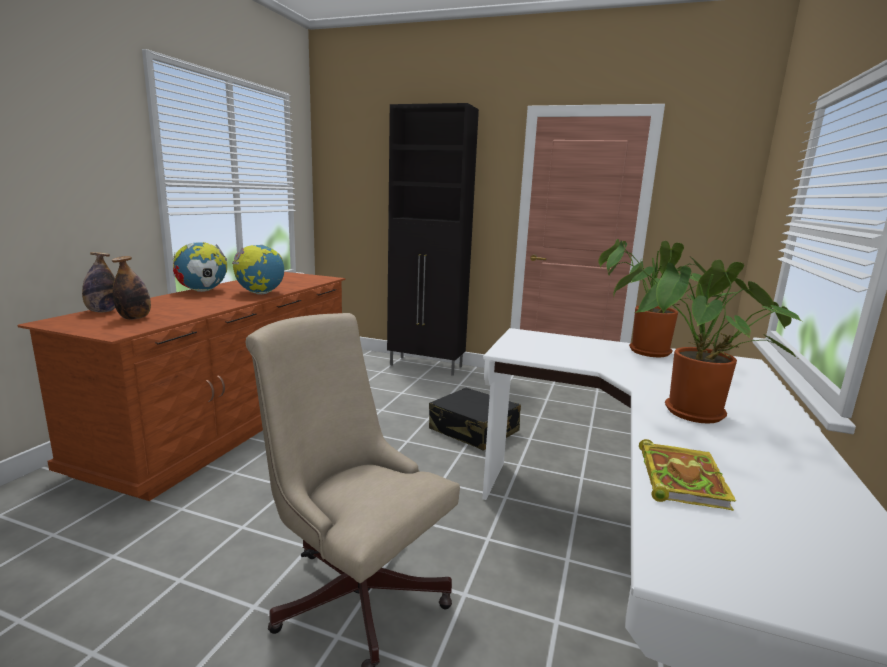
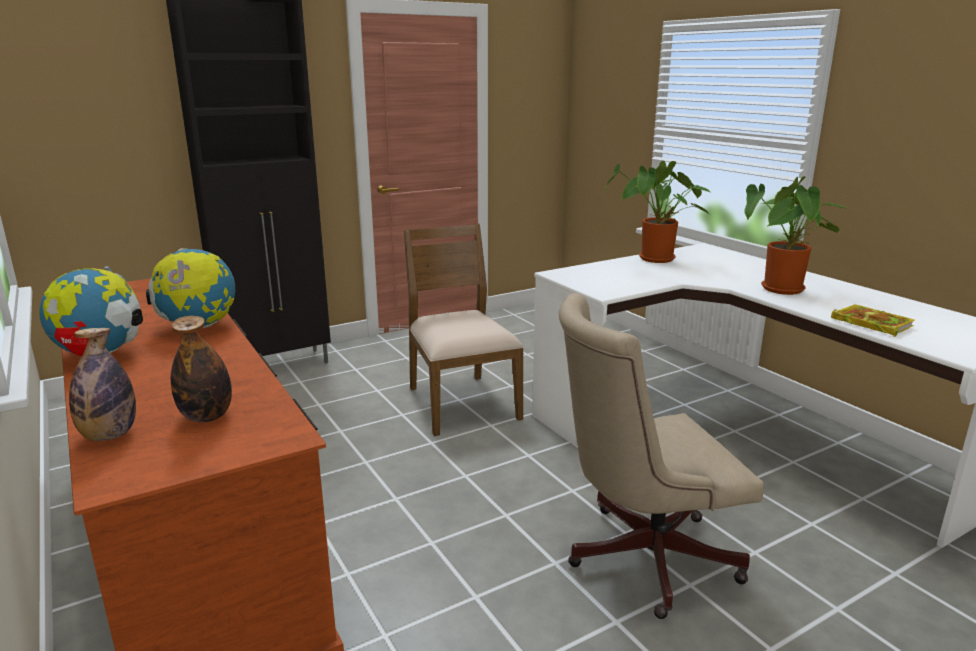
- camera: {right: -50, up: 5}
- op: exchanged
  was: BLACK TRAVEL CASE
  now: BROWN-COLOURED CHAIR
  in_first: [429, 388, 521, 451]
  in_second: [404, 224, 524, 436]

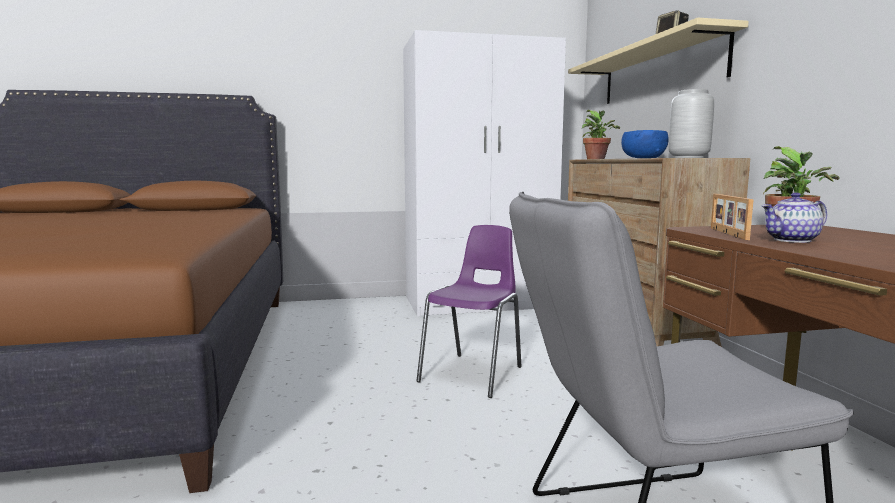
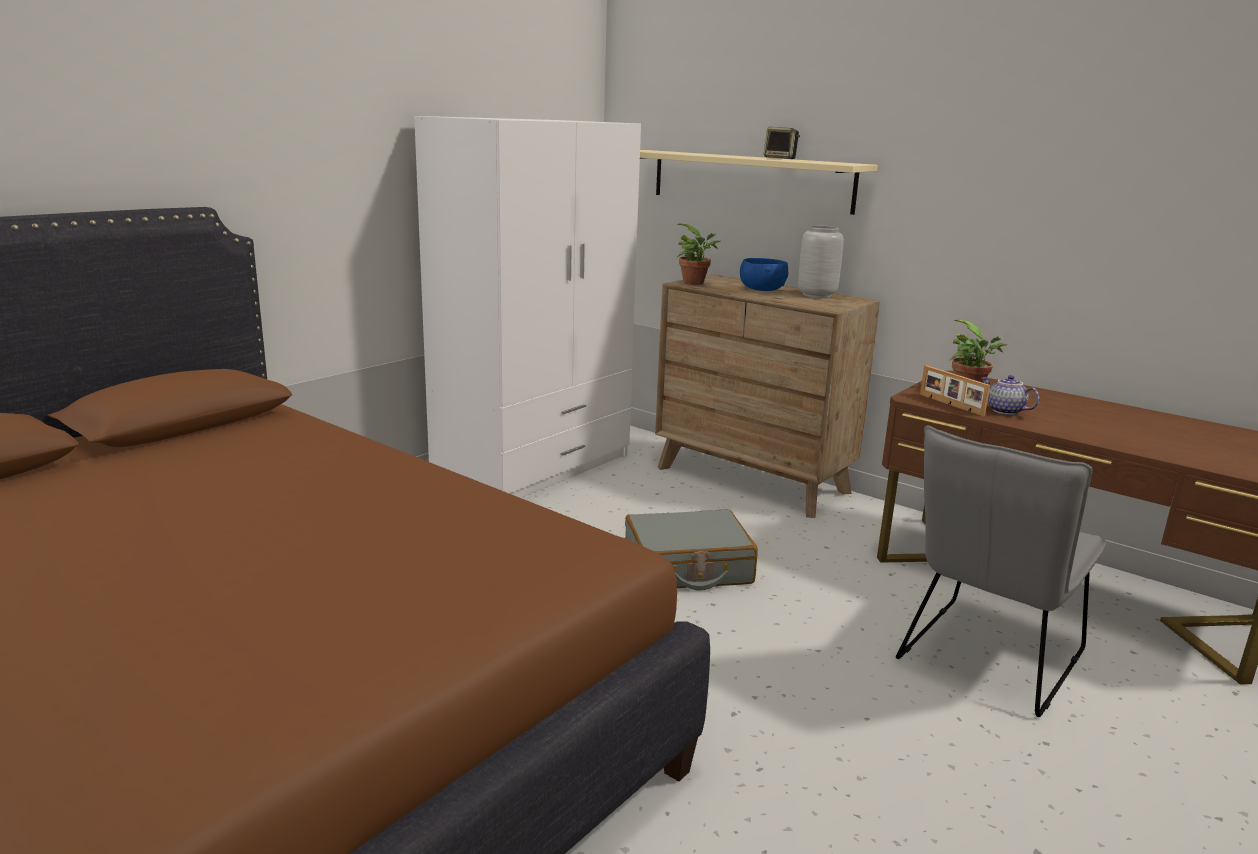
- camera: {right: -40, up: 10}
- op: exchanged
  was: PURPLISH CHAIR
  now: GREYISH TRAVEL CASE
  in_first: [416, 225, 522, 398]
  in_second: [625, 509, 758, 591]
- op: spun
  was: POT FOR TEA
  in_first: [762, 193, 827, 243]
  in_second: [981, 375, 1039, 415]
  clockwise: 105

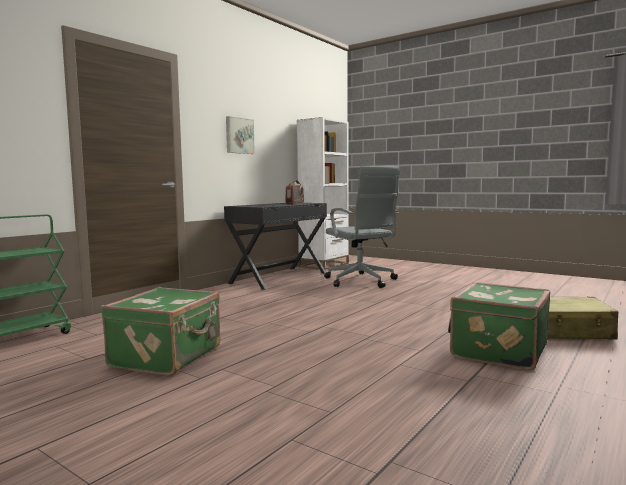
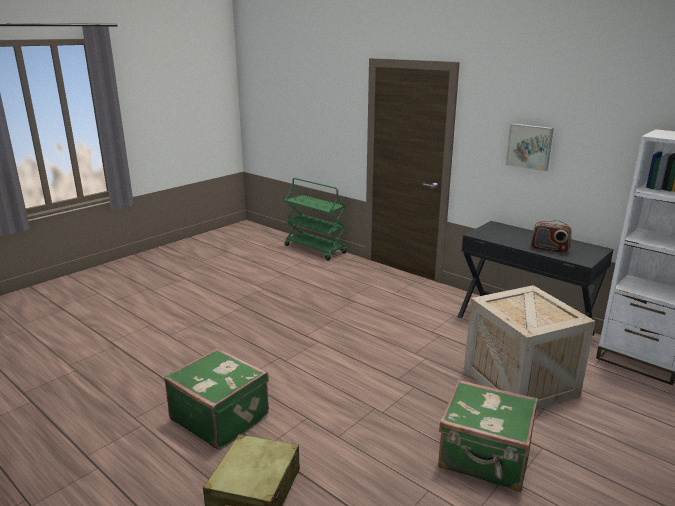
- camera: {right: 95, up: 15}
- op: relocated
  was: GREEN-COLOURED TRAVEL CASE
  in_first: [101, 287, 220, 376]
  in_second: [438, 380, 538, 492]
- op: exchanged
  was: GREYISH OFFICE CHAIR
  now: SHIPPING CRATE
  in_first: [324, 166, 400, 288]
  in_second: [464, 285, 595, 409]

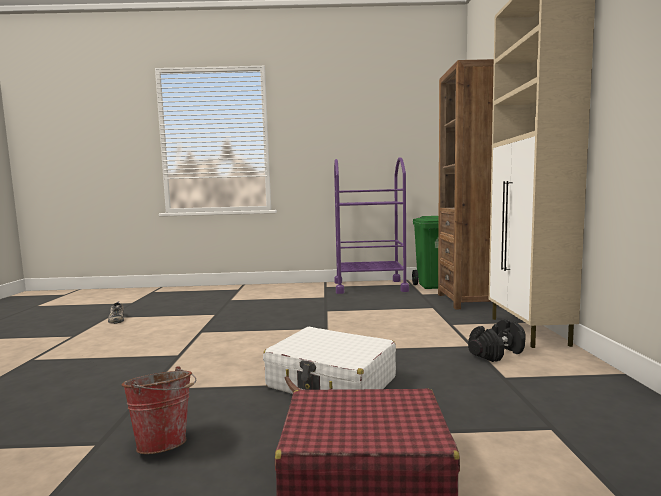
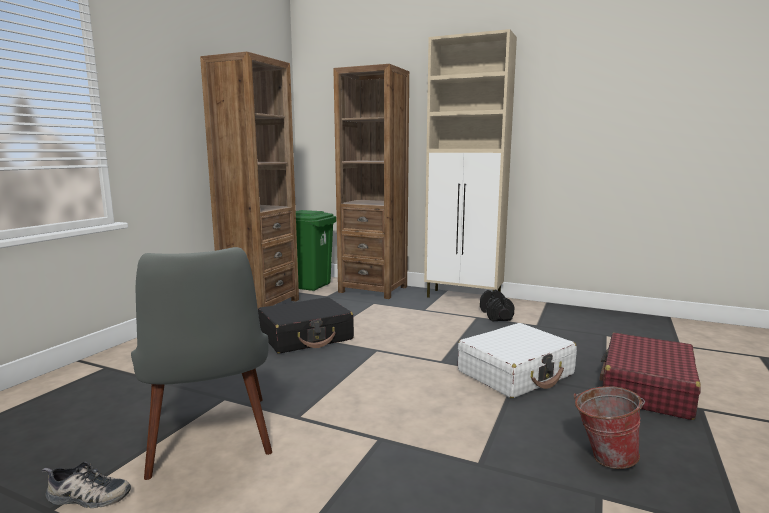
- camera: {right: -65, up: 5}
- op: exchanged
  was: PURPLISH TROLLEY
  now: BROWN-COLOURED BOOKSHELF
  in_first: [334, 157, 409, 294]
  in_second: [200, 52, 299, 308]
- op: appeared
  now: GREYISH CHAIR
  in_second: [131, 247, 272, 480]
- op: appeared
  now: BLACK TRAVEL CASE
  in_second: [258, 297, 354, 354]

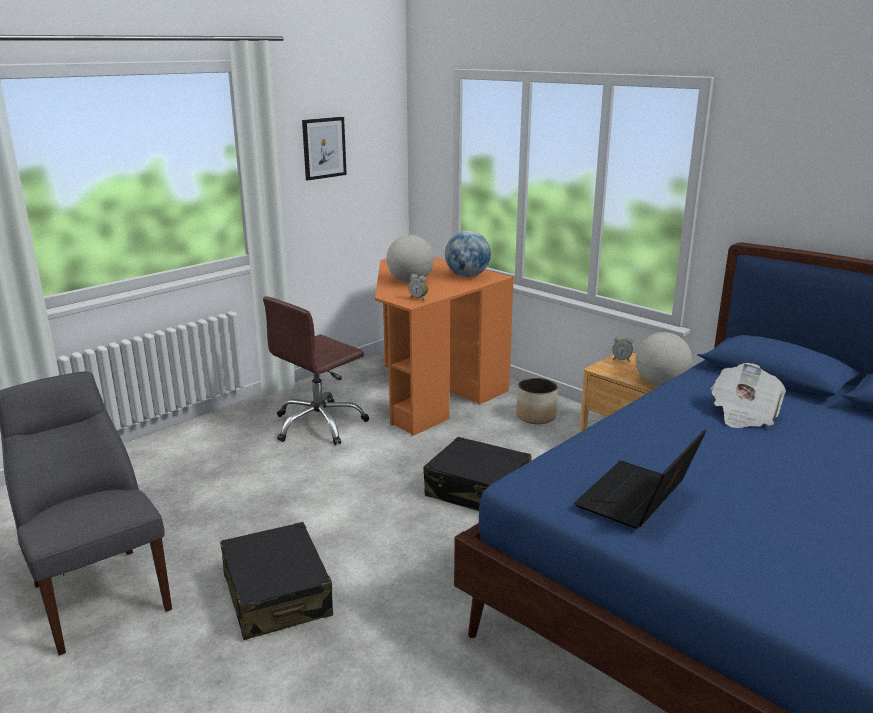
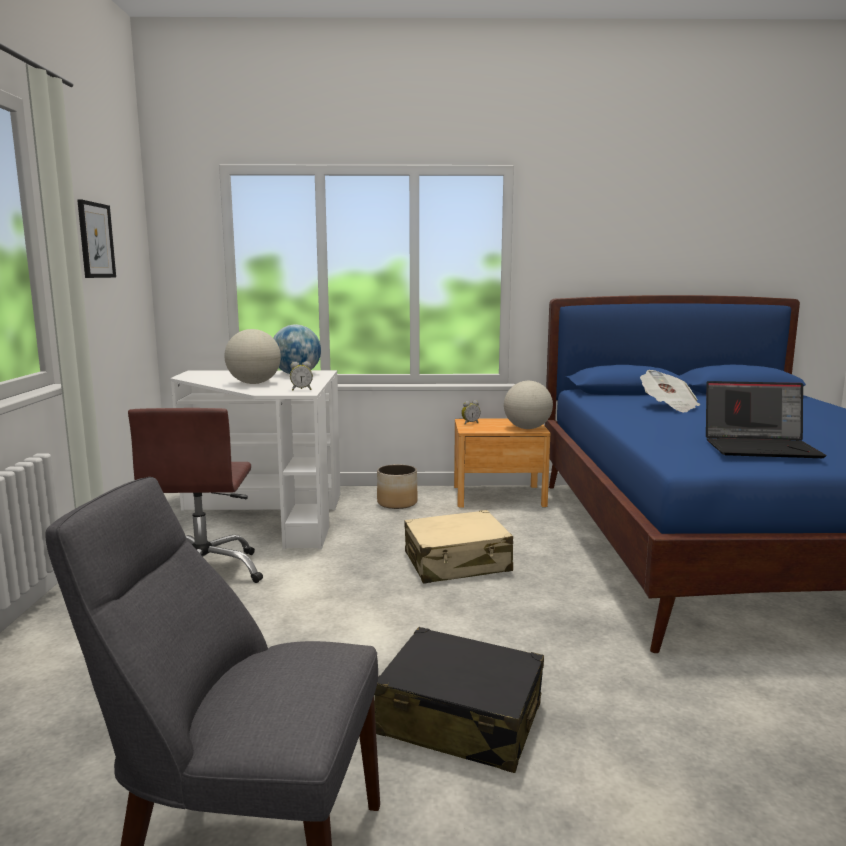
- camera: {right: -45, up: -10}
- op: colour
  was: ORANGEY DESK TABLE
  now: WHITE-COLOURED DESK TABLE
  in_first: [375, 257, 514, 436]
  in_second: [170, 370, 340, 549]
- op: colour
  was: BLACK TRAVEL CASE
  now: SAND-COLOURED TRAVEL CASE
  in_first: [423, 437, 531, 511]
  in_second: [405, 510, 513, 583]
- op: spun
  was: NOTEBOOK COMPUTER
  in_first: [574, 429, 707, 529]
  in_second: [706, 381, 827, 458]
  clockwise: -75

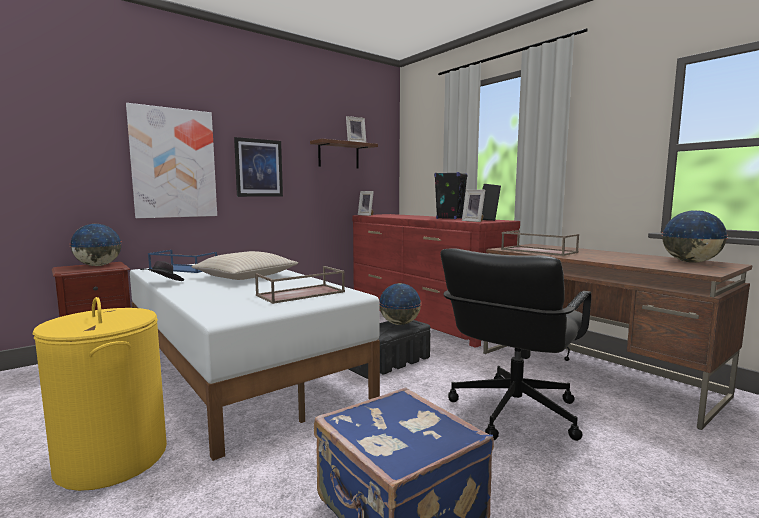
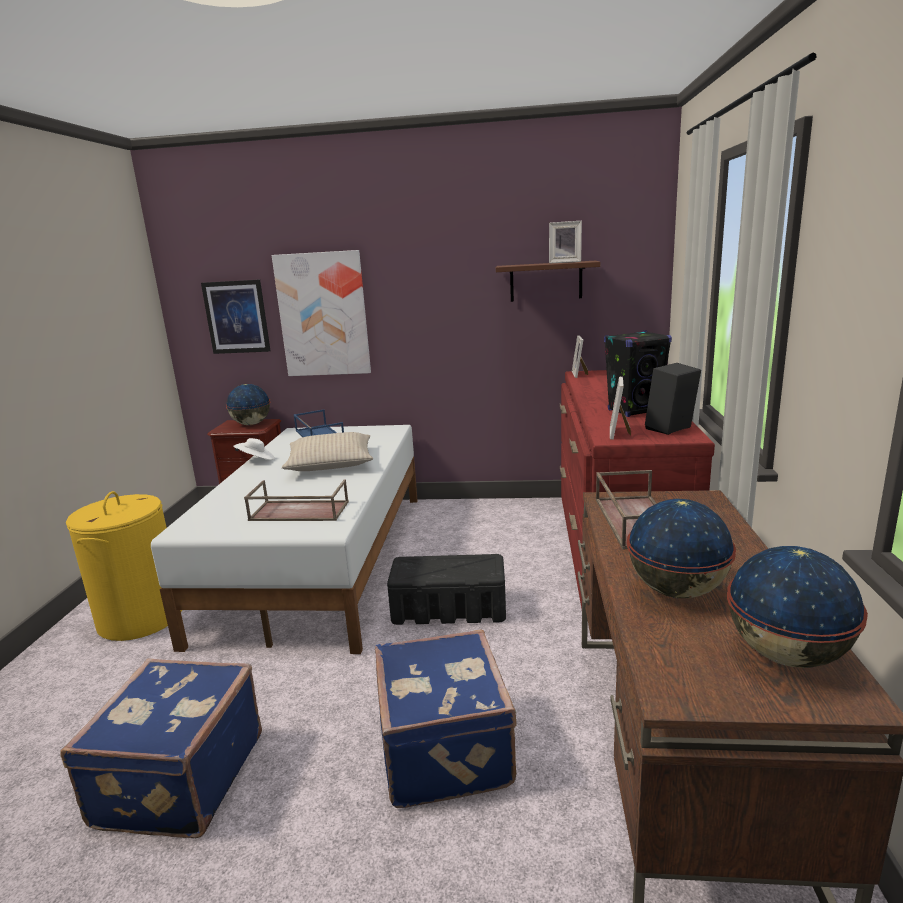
- camera: {right: 45, up: 10}
- op: colour
  was: BLACK CLOTHING HAT
  now: WHITE-COLOURED CLOTHING HAT
  in_first: [140, 261, 184, 281]
  in_second: [233, 438, 275, 460]
- op: relocated
  was: WALL ART
  in_first: [234, 137, 283, 197]
  in_second: [201, 280, 271, 354]
- op: relocated
  was: GLOBE
  in_first: [379, 283, 422, 325]
  in_second: [627, 499, 736, 598]
- op: exchanged
  was: BLACK OFFICE CHAIR
  now: BLUE TRAVEL CASE
  in_first: [441, 248, 591, 441]
  in_second: [375, 630, 517, 808]

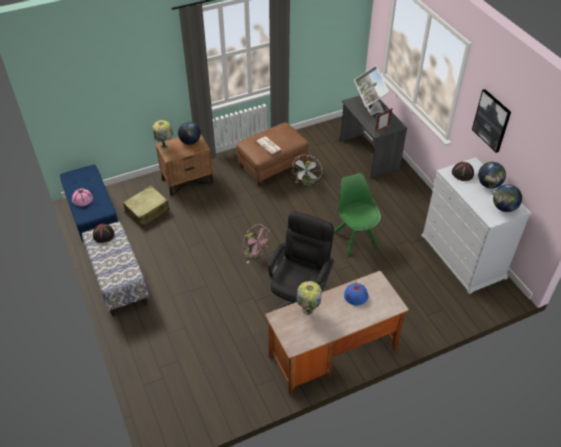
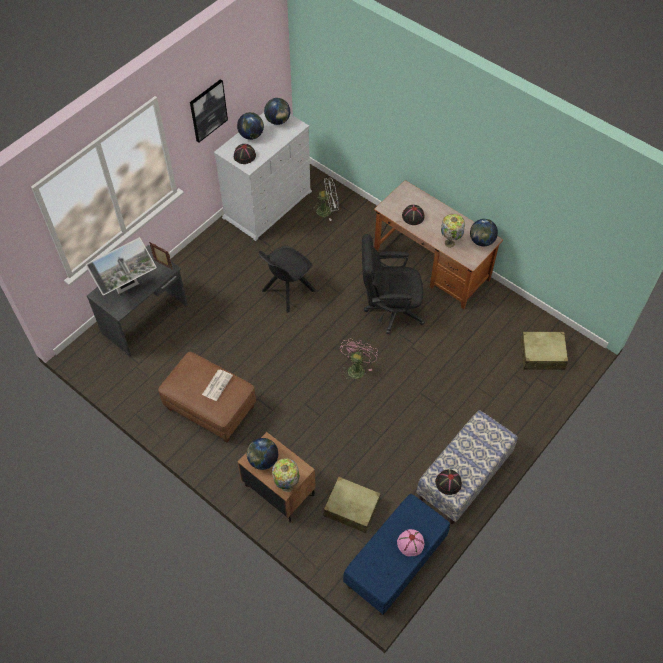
- camera: {right: -115, up: 10}
- op: relocated
  was: WHITE-COLOURED COOLING FAN
  in_first: [293, 155, 322, 186]
  in_second: [311, 178, 338, 221]
- op: colour
  was: GREEN-COLOURED CHAIR
  now: BLACK CHAIR
  in_first: [334, 173, 381, 256]
  in_second: [259, 245, 316, 313]
- op: colour
  was: BLUE CLOTHING HAT
  now: BLACK CLOTHING HAT
  in_first: [344, 283, 369, 306]
  in_second: [402, 205, 424, 225]
- op: appeared
  now: GLOBE
  in_second: [470, 219, 498, 246]
- op: appeared
  now: SAND-COLOURED TRAVEL CASE
  in_second: [520, 332, 568, 370]

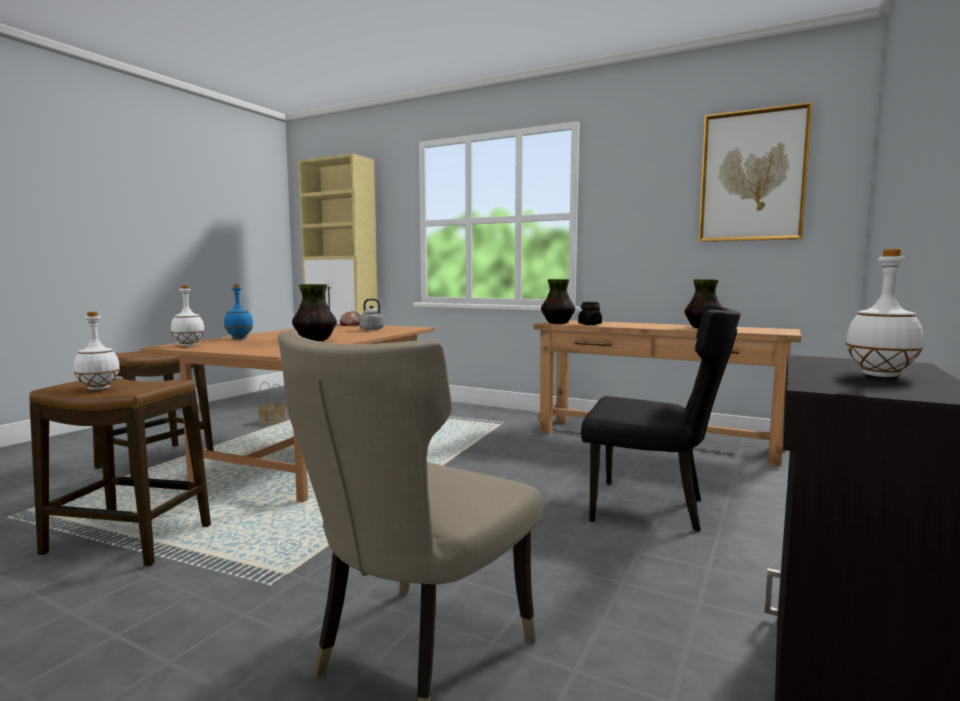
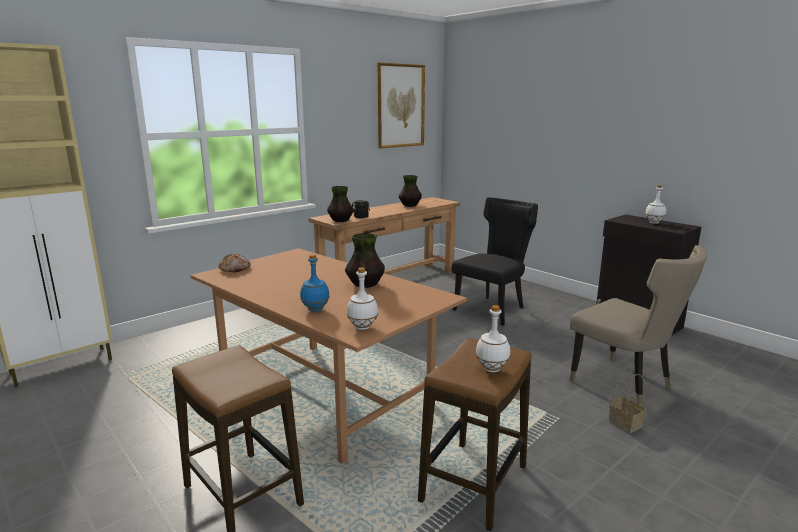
- camera: {right: -70, up: 10}
- op: relocated
  was: BASKET
  in_first: [258, 381, 285, 425]
  in_second: [609, 374, 646, 433]
- op: missing
  was: GREYISH KETTLE
  in_first: [356, 299, 384, 330]

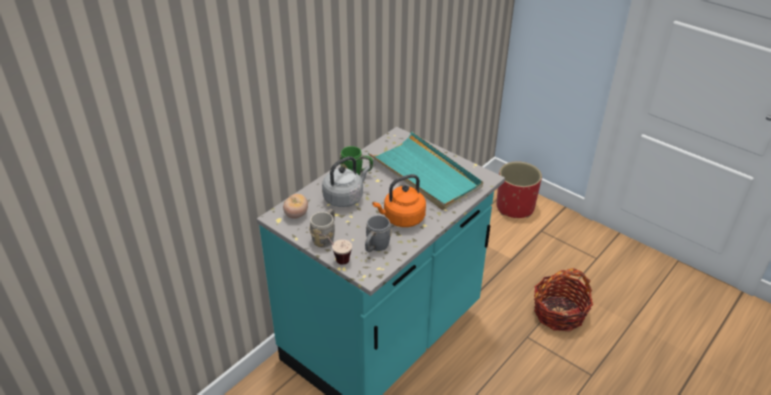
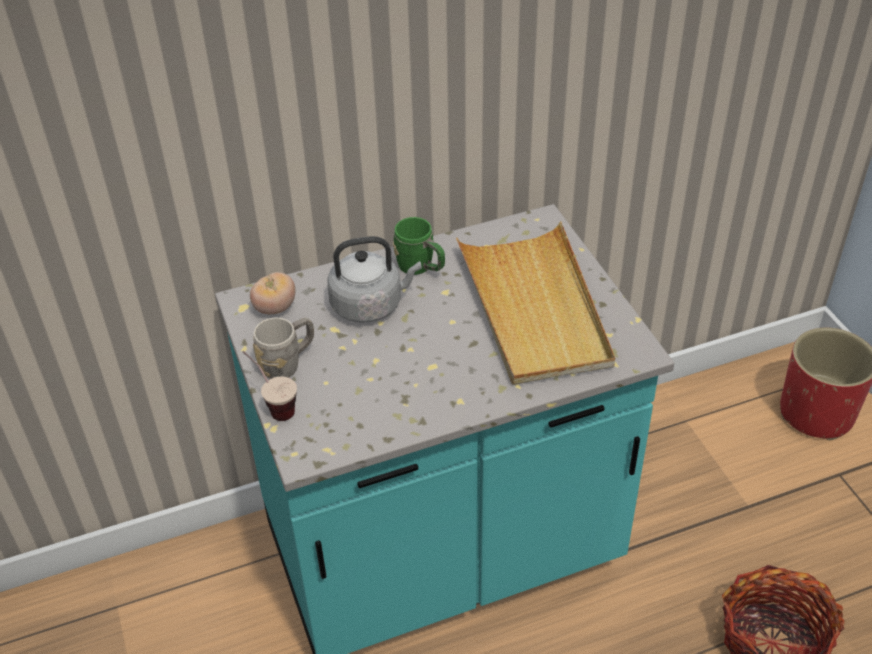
- camera: {right: 30, up: 5}
- op: missing
  was: GREYISH MUG
  in_first: [365, 215, 392, 252]
- op: colour
  was: BLUE-GREEN SERVING TRAY
  now: SAND-COLOURED SERVING TRAY
  in_first: [368, 132, 483, 210]
  in_second: [456, 222, 615, 385]
- op: missing
  was: ORANGEY KETTLE
  in_first: [373, 174, 426, 227]

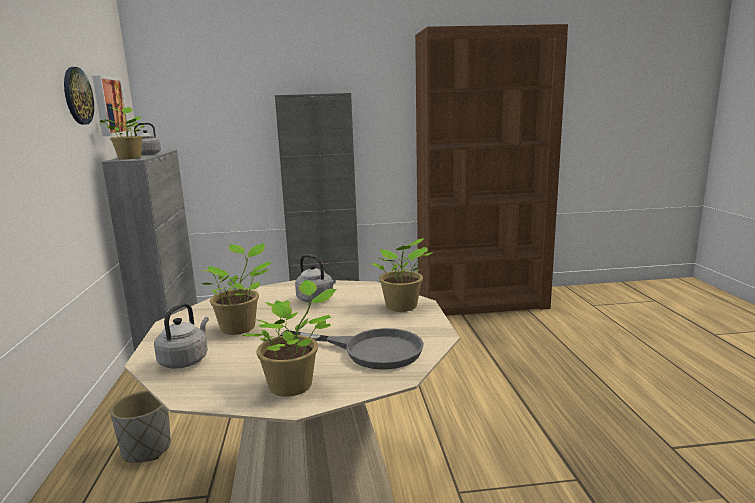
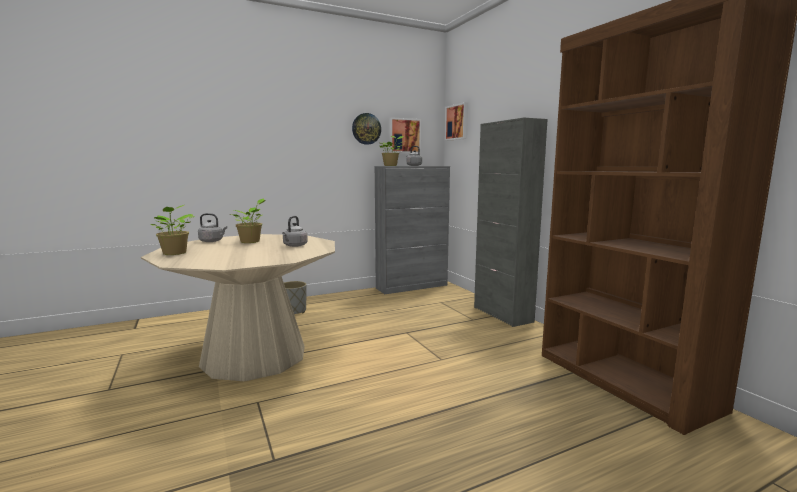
- camera: {right: 70, up: -5}
- op: missing
  was: GREYISH SKILLET
  in_first: [280, 328, 424, 370]
- op: missing
  was: PLANT IN A POT
  in_first: [372, 238, 434, 312]
- op: appeared
  now: WALL ART
  in_second: [445, 102, 468, 141]

